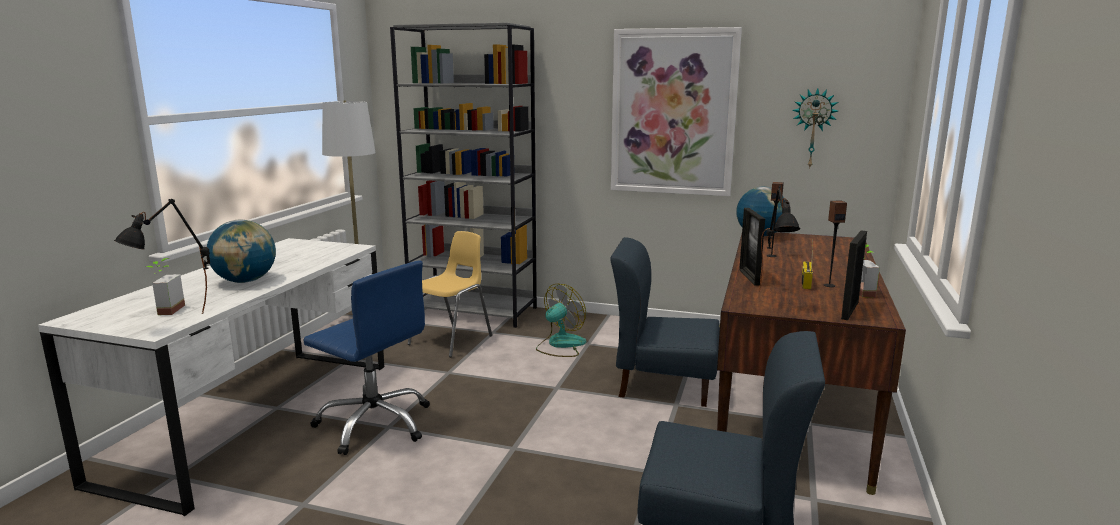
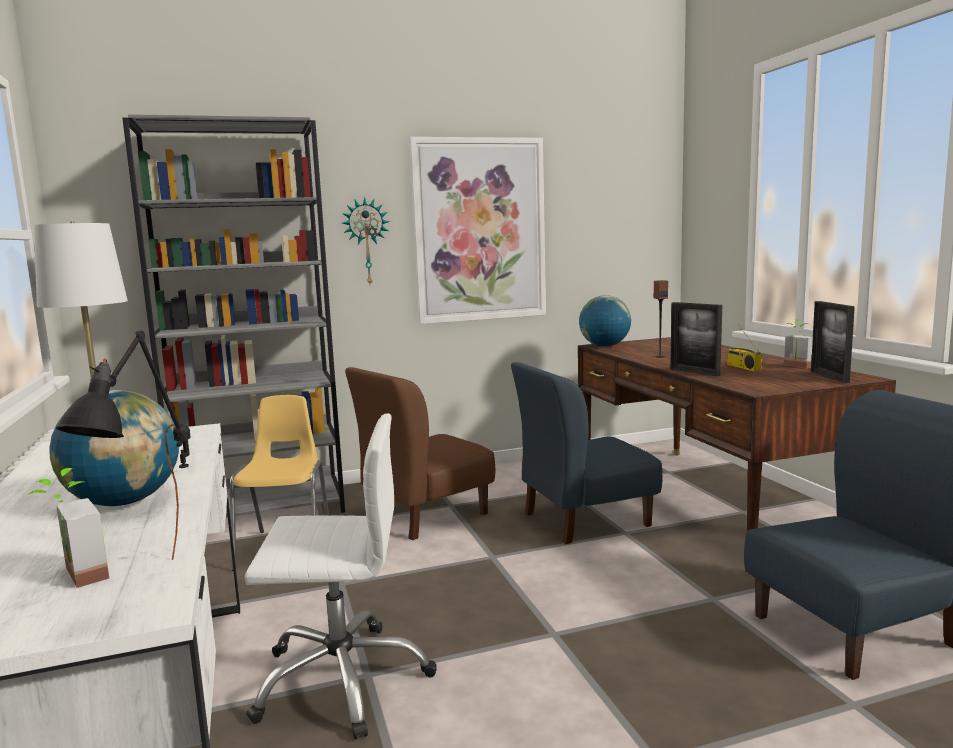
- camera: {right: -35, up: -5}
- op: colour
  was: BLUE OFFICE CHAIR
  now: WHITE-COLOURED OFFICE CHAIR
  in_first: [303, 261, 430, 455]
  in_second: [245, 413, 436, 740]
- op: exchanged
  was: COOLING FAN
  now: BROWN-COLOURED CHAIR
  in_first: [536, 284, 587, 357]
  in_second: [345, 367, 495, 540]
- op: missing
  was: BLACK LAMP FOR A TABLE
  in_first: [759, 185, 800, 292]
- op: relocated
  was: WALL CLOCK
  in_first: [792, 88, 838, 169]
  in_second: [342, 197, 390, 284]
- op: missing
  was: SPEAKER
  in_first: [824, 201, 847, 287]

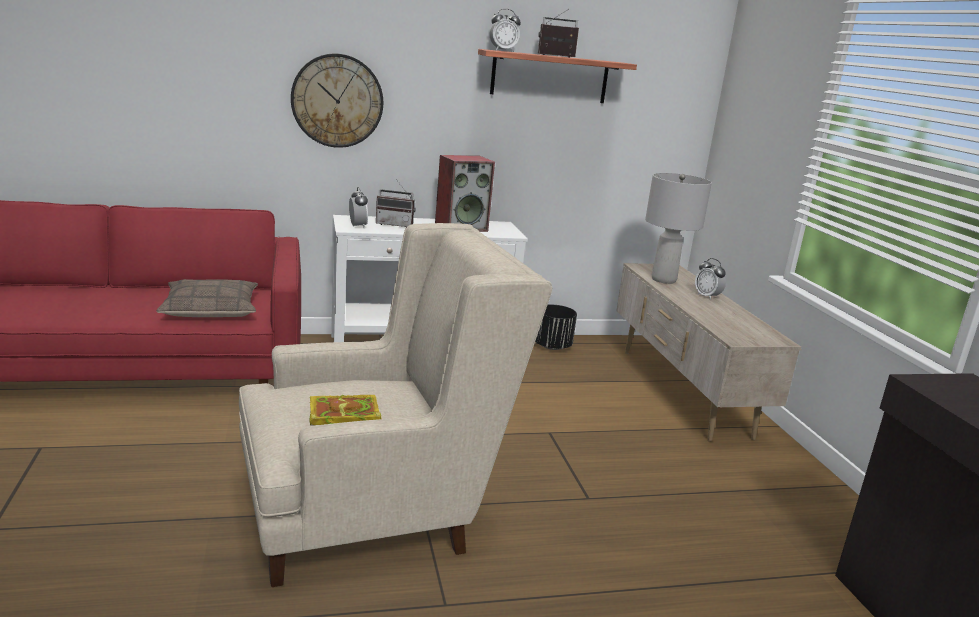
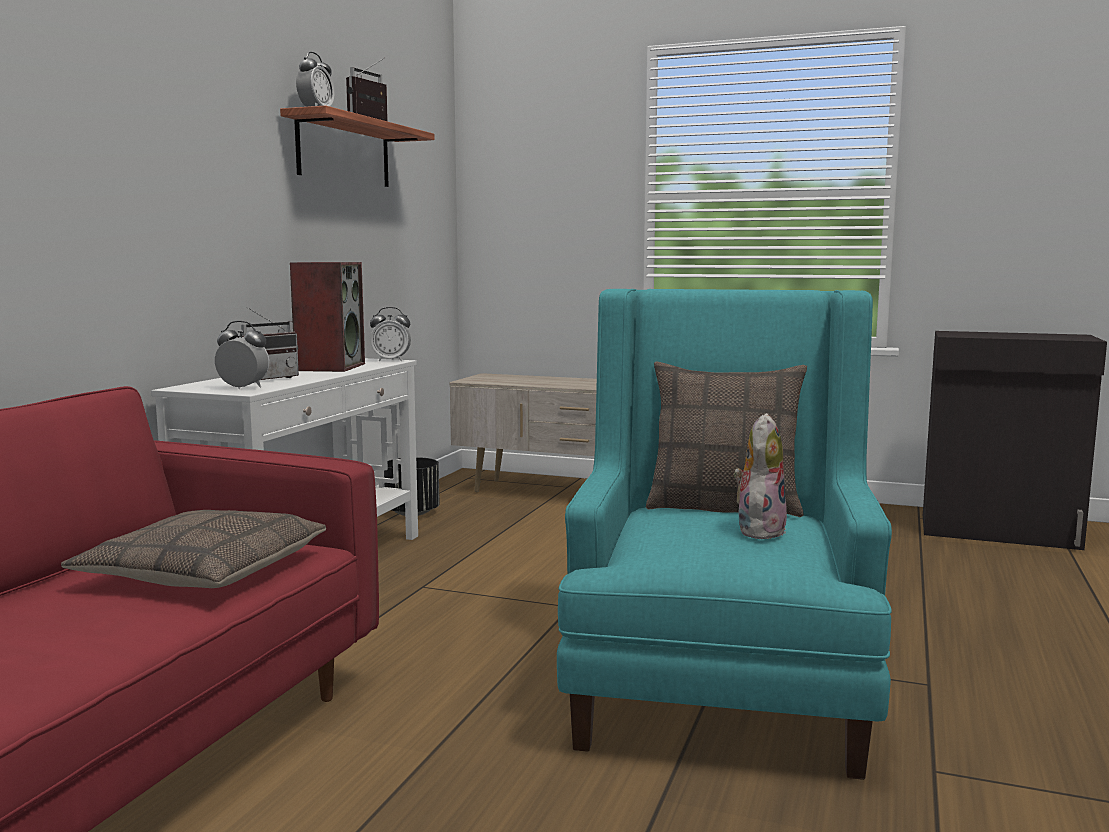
- camera: {right: -55, up: -10}
- op: colour
  was: SAND-COLOURED ARMCHAIR
  now: BLUE-GREEN ARMCHAIR
  in_first: [239, 223, 552, 587]
  in_second: [557, 289, 892, 780]
- op: missing
  was: WALL CLOCK
  in_first: [291, 54, 383, 148]
- op: exchanged
  was: BOOK
  now: CUDDLY TOY
  in_first: [310, 395, 381, 425]
  in_second: [733, 413, 787, 539]
- op: missing
  was: GREYISH LAMP FOR A TABLE
  in_first: [645, 173, 712, 284]
- op: relocated
  was: ALARM CLOCK
  in_first: [695, 258, 726, 300]
  in_second: [370, 307, 411, 362]
- op: appeared
  now: PILLOW
  in_second: [646, 361, 807, 517]

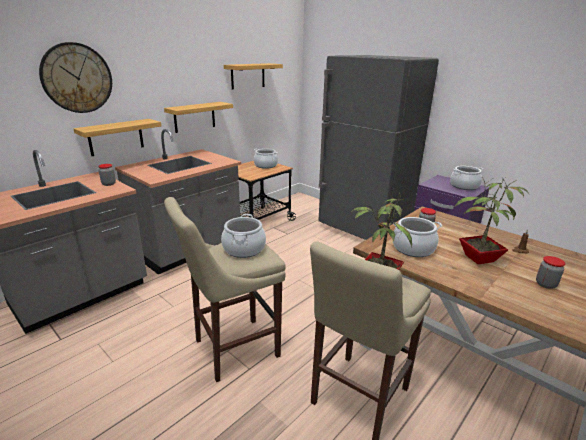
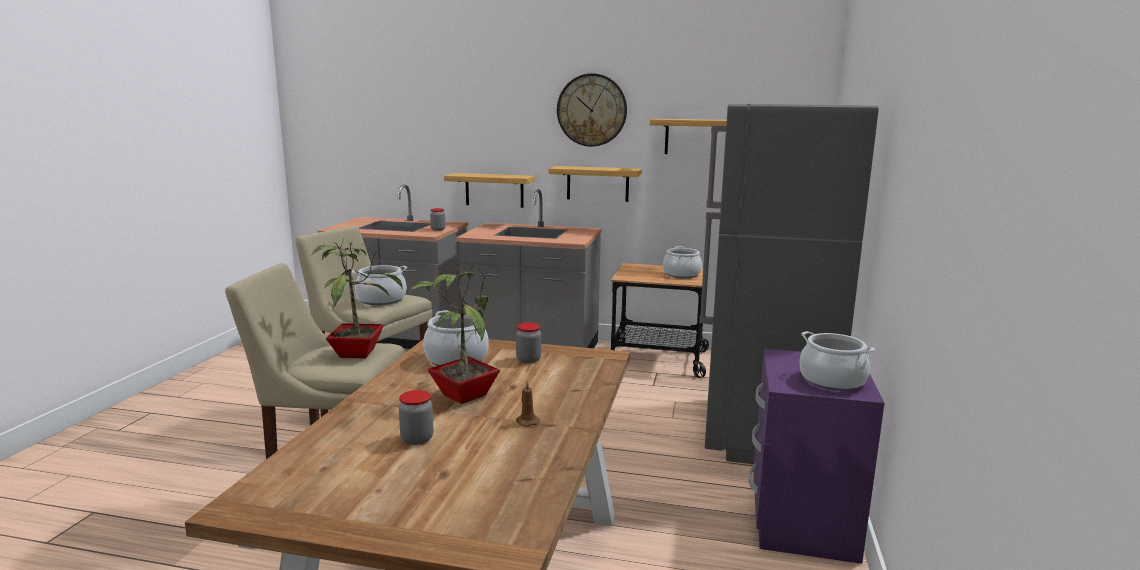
- camera: {right: 60, up: -10}
- op: relocated
  was: WALL CLOCK
  in_first: [39, 42, 112, 113]
  in_second: [557, 73, 627, 147]

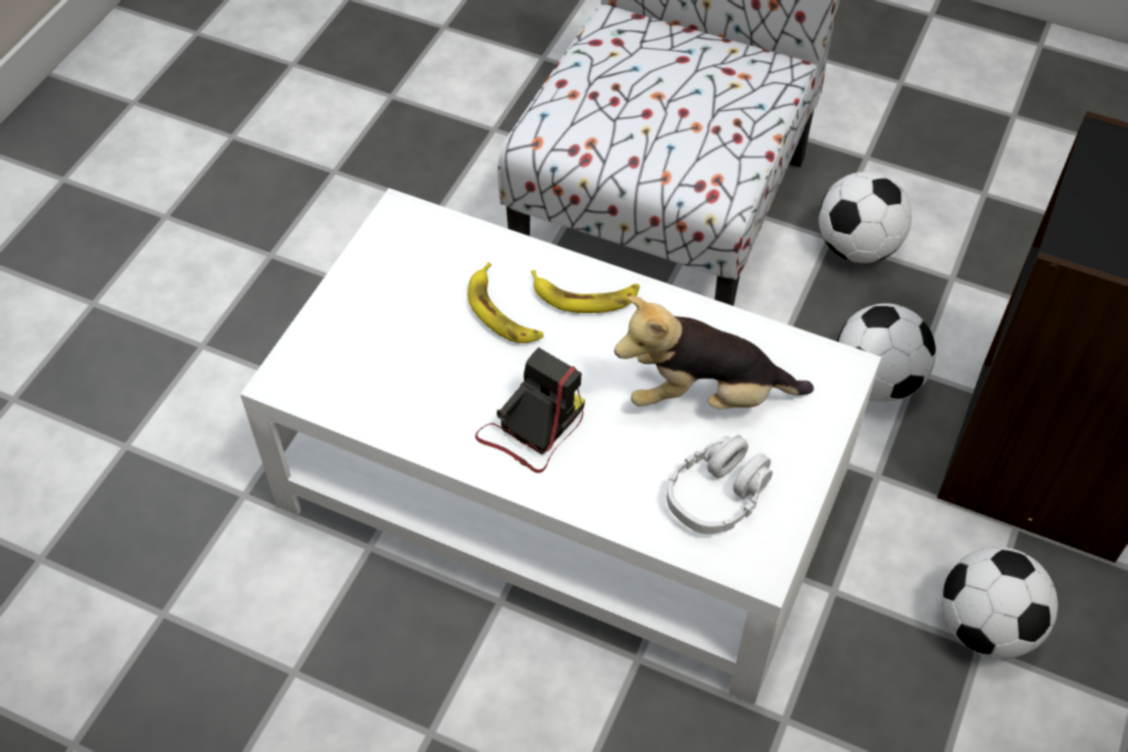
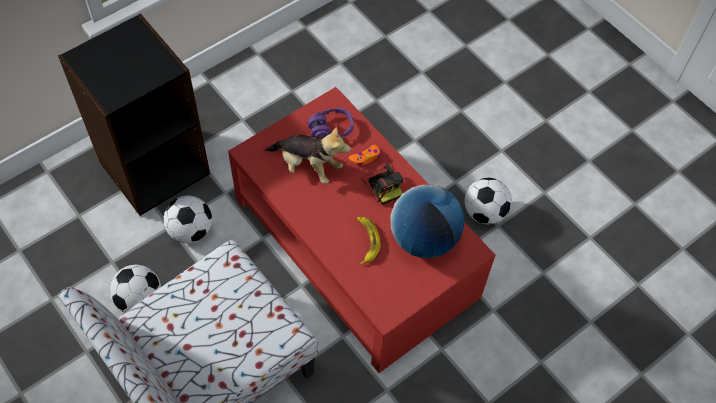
- camera: {right: -155, up: 5}
- op: colour
  was: WHITE-COLOURED LOW TABLE
  now: RED-COLOURED LOW TABLE
  in_first: [240, 188, 881, 704]
  in_second: [228, 87, 496, 373]
- op: spun
  was: STILL CAMERA
  in_first: [475, 347, 585, 473]
  in_second: [361, 163, 403, 205]
  clockwise: -90
- op: missing
  was: BANANA
  in_first: [531, 270, 640, 313]
- op: colour
  was: GREYISH PAIR OF HEADPHONES
  now: PURPLISH PAIR OF HEADPHONES
  in_first: [667, 435, 773, 534]
  in_second: [307, 108, 354, 138]
- op: relocated
  was: FOOTBALL
  in_first: [942, 547, 1058, 659]
  in_second: [465, 178, 512, 224]
- op: appeared
  now: ORANGEY GAMEPAD
  in_second: [348, 145, 381, 166]
- op: appeared
  now: GLOBE
  in_second: [391, 185, 464, 258]

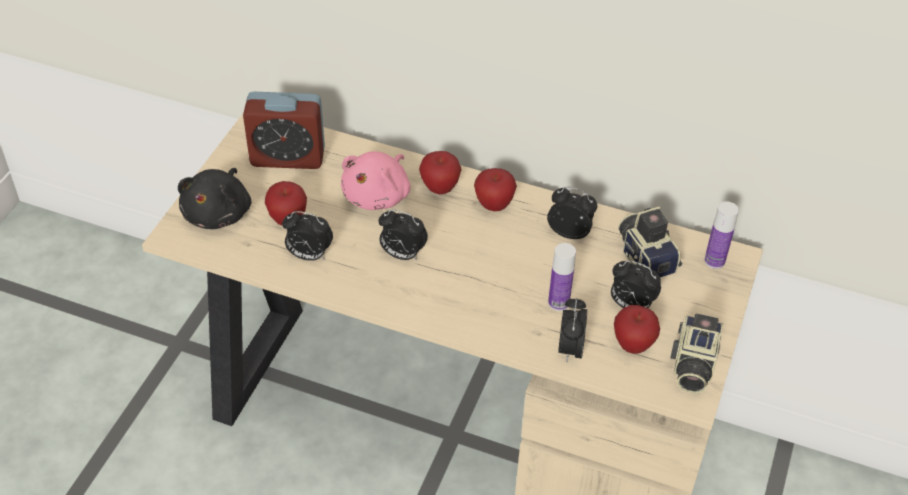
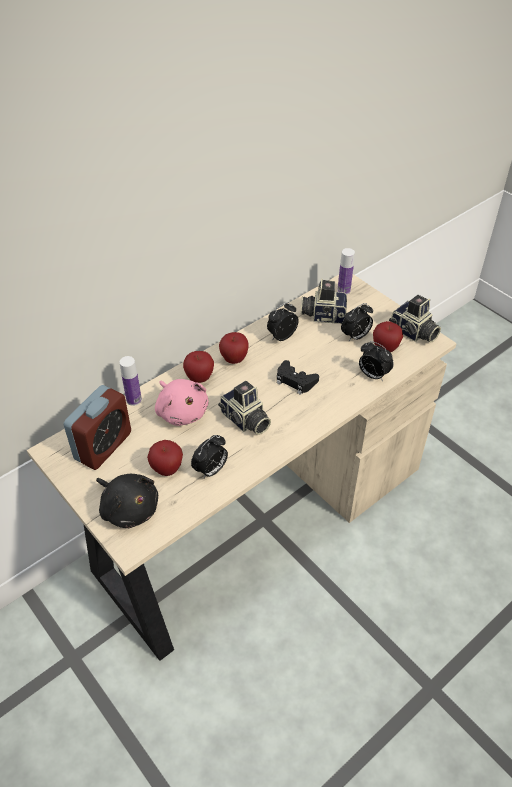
- camera: {right: -60, up: 0}
- op: exchanged
  was: ALARM CLOCK
  now: STILL CAMERA
  in_first: [378, 209, 428, 260]
  in_second: [218, 381, 271, 435]
- op: relocated
  was: BEVERAGE BOTTLE
  in_first: [548, 243, 576, 311]
  in_second: [119, 356, 142, 406]
- op: appeared
  now: BLACK GAMEPAD
  in_second: [277, 360, 319, 395]

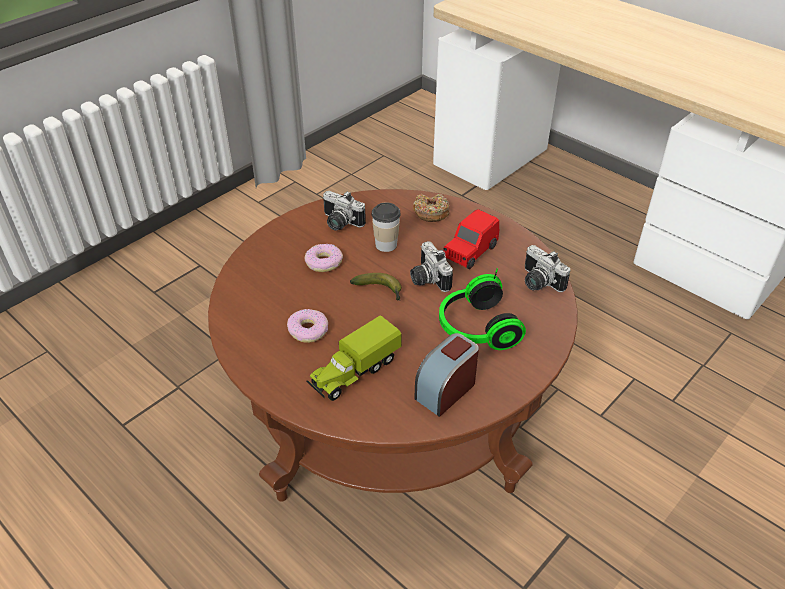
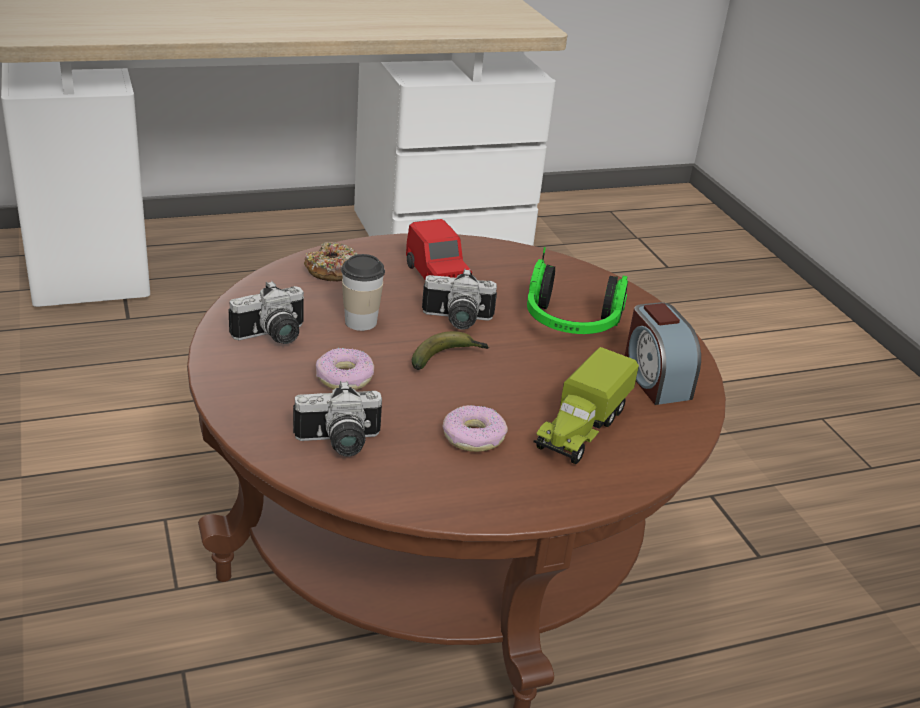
- camera: {right: -65, up: -10}
- op: spun
  was: TOY TRUCK
  in_first: [306, 315, 402, 401]
  in_second: [534, 347, 639, 464]
  clockwise: 45
- op: relocated
  was: STILL CAMERA
  in_first: [525, 245, 570, 292]
  in_second: [293, 381, 382, 457]

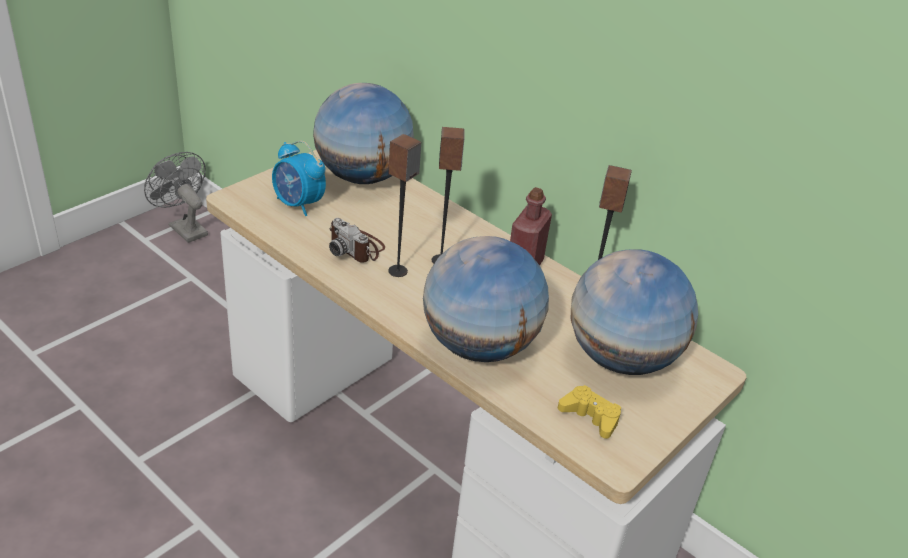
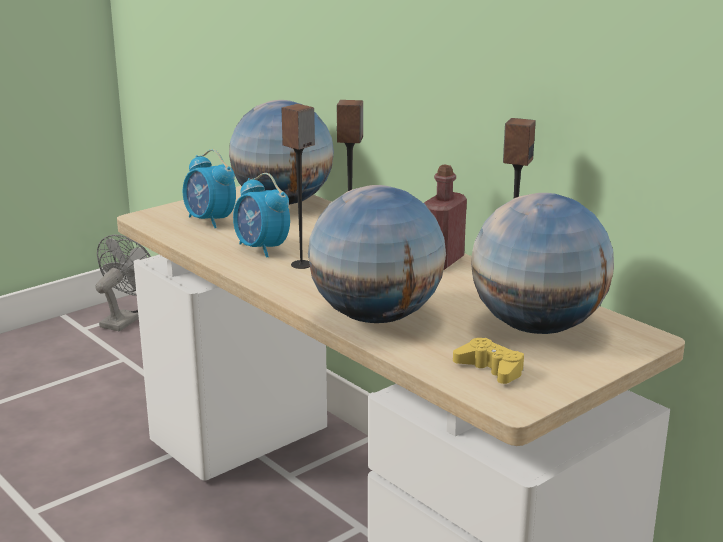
- camera: {right: 10, up: -15}
- op: spun
  was: GREYISH COOLING FAN
  in_first: [144, 152, 208, 243]
  in_second: [96, 235, 151, 331]
  clockwise: 60
- op: exchanged
  was: STILL CAMERA
  now: ALARM CLOCK
  in_first: [329, 218, 385, 263]
  in_second: [233, 173, 290, 258]

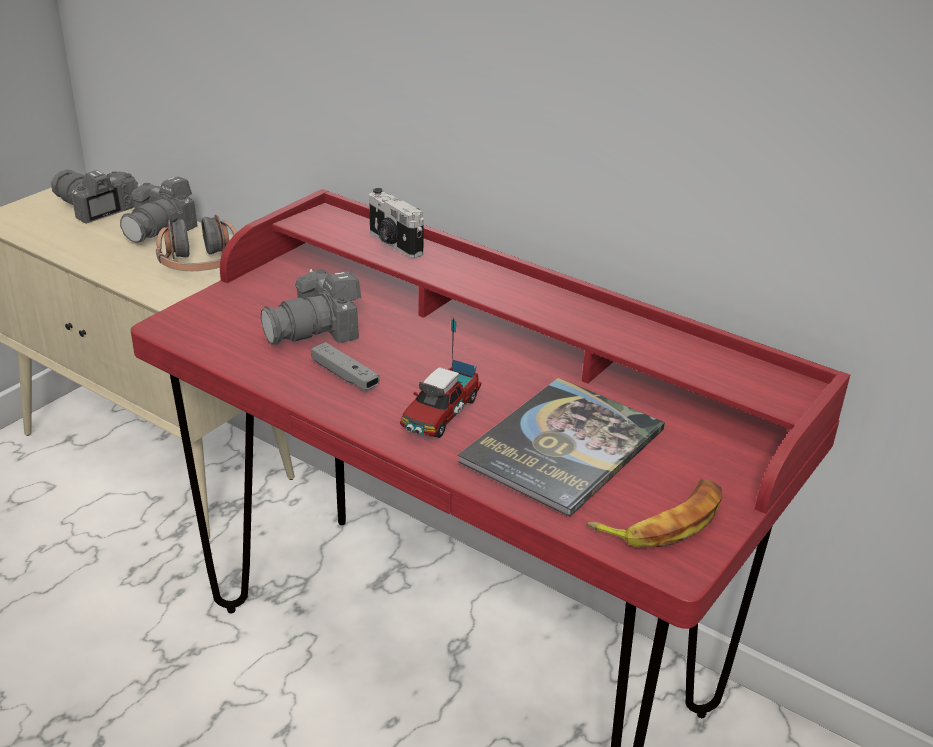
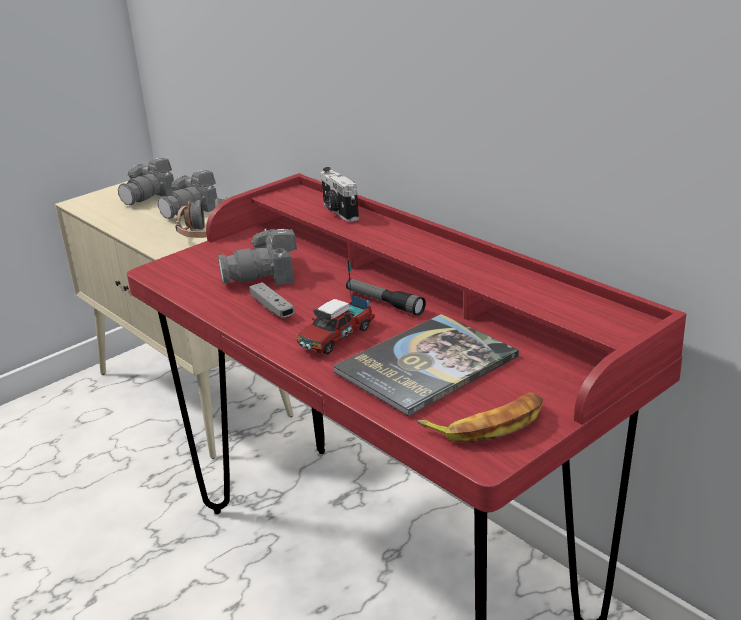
- camera: {right: 15, up: -5}
- op: spun
  was: STILL CAMERA
  in_first: [51, 170, 138, 224]
  in_second: [118, 158, 174, 205]
  clockwise: -105
- op: appeared
  now: HAND TORCH
  in_second: [346, 279, 426, 316]

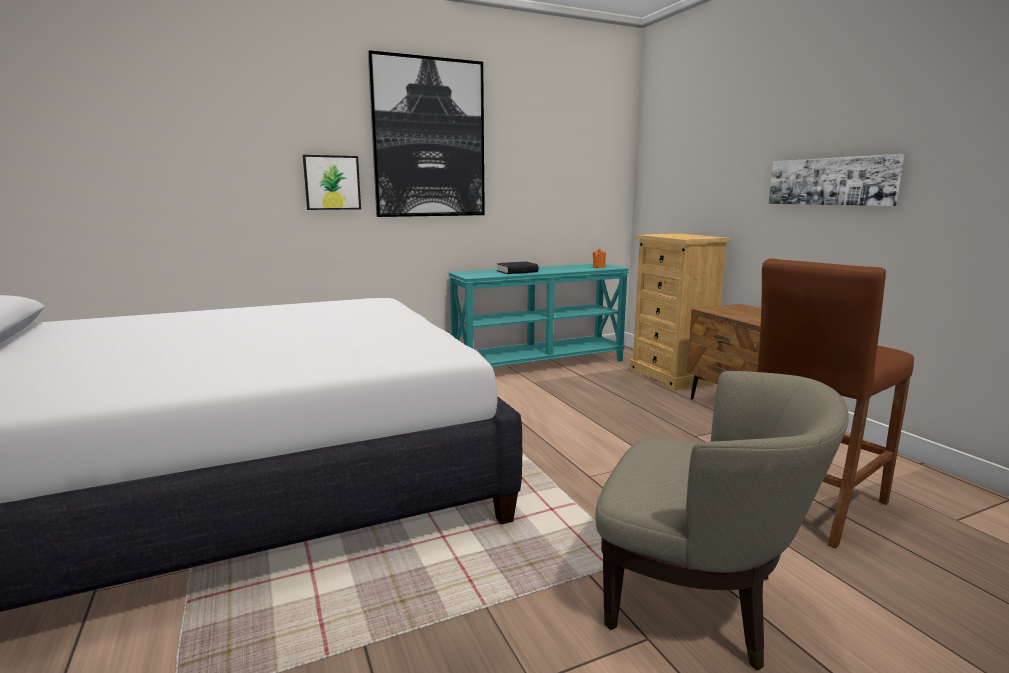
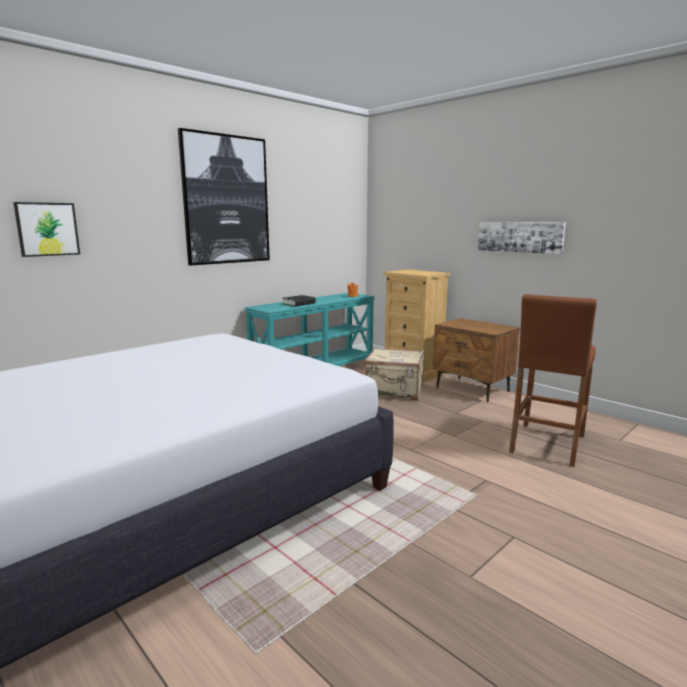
- camera: {right: -20, up: 0}
- op: relocated
  was: WALL ART
  in_first: [303, 155, 361, 210]
  in_second: [13, 202, 80, 257]
- op: missing
  was: SAND-COLOURED ARMCHAIR
  in_first: [595, 371, 849, 671]
- op: appeared
  now: SAND-COLOURED TRAVEL CASE
  in_second: [364, 348, 425, 400]

